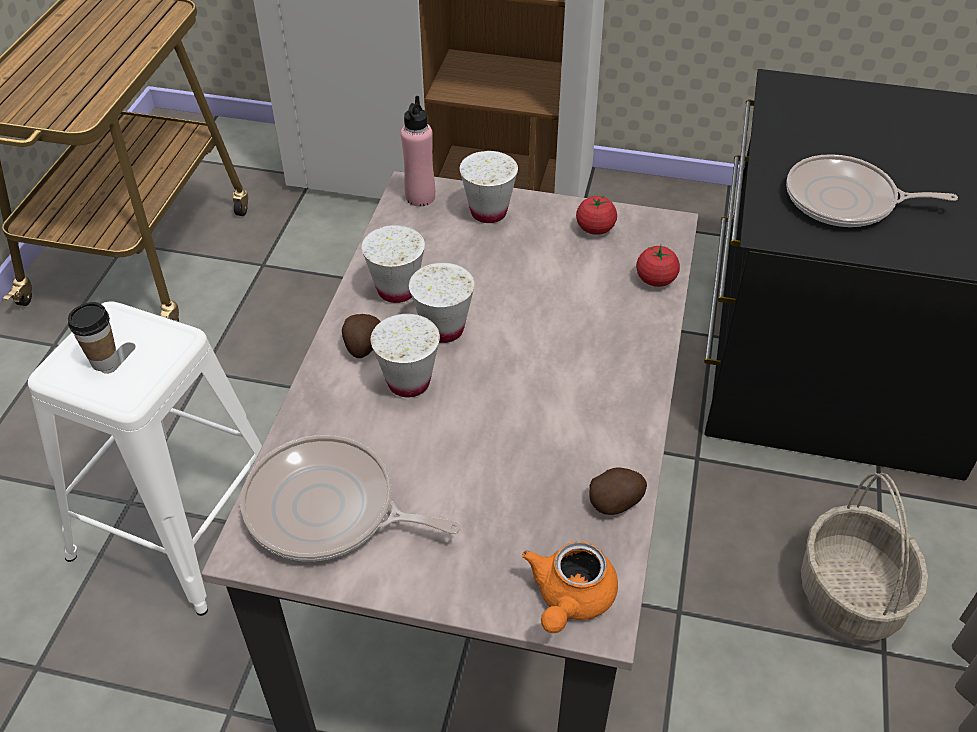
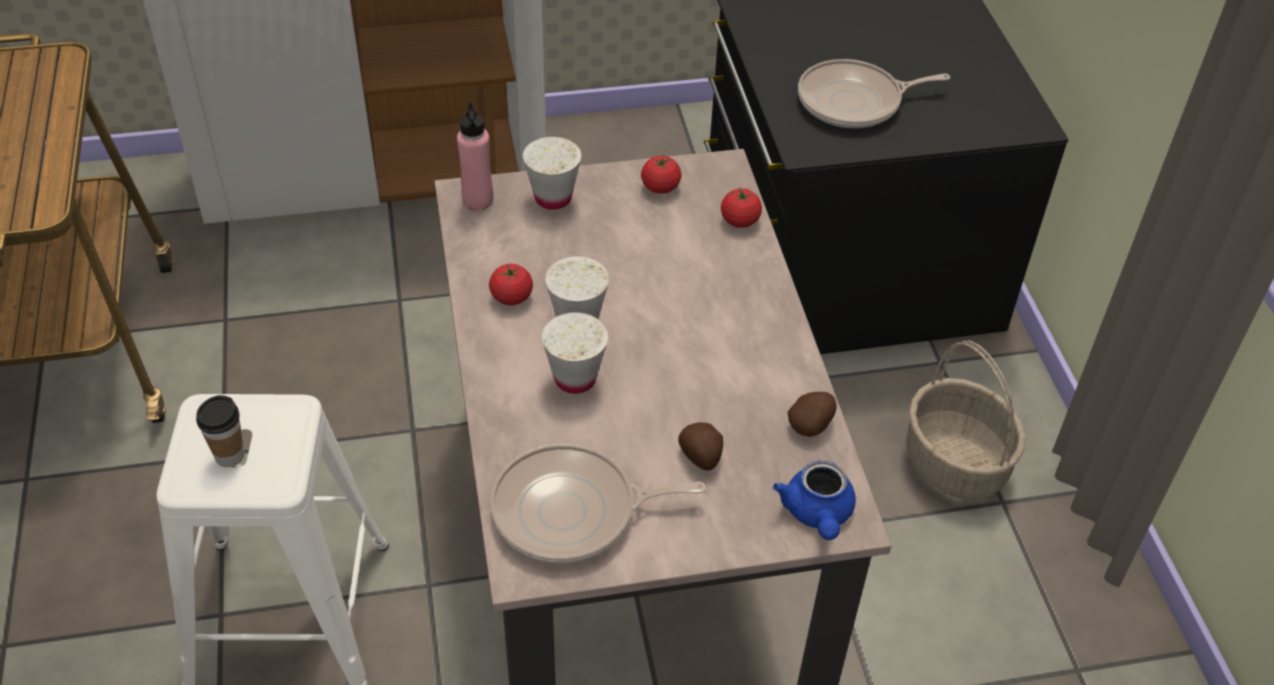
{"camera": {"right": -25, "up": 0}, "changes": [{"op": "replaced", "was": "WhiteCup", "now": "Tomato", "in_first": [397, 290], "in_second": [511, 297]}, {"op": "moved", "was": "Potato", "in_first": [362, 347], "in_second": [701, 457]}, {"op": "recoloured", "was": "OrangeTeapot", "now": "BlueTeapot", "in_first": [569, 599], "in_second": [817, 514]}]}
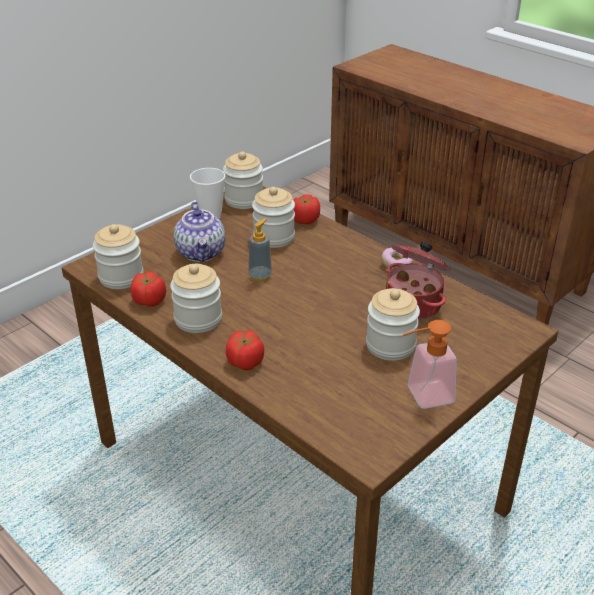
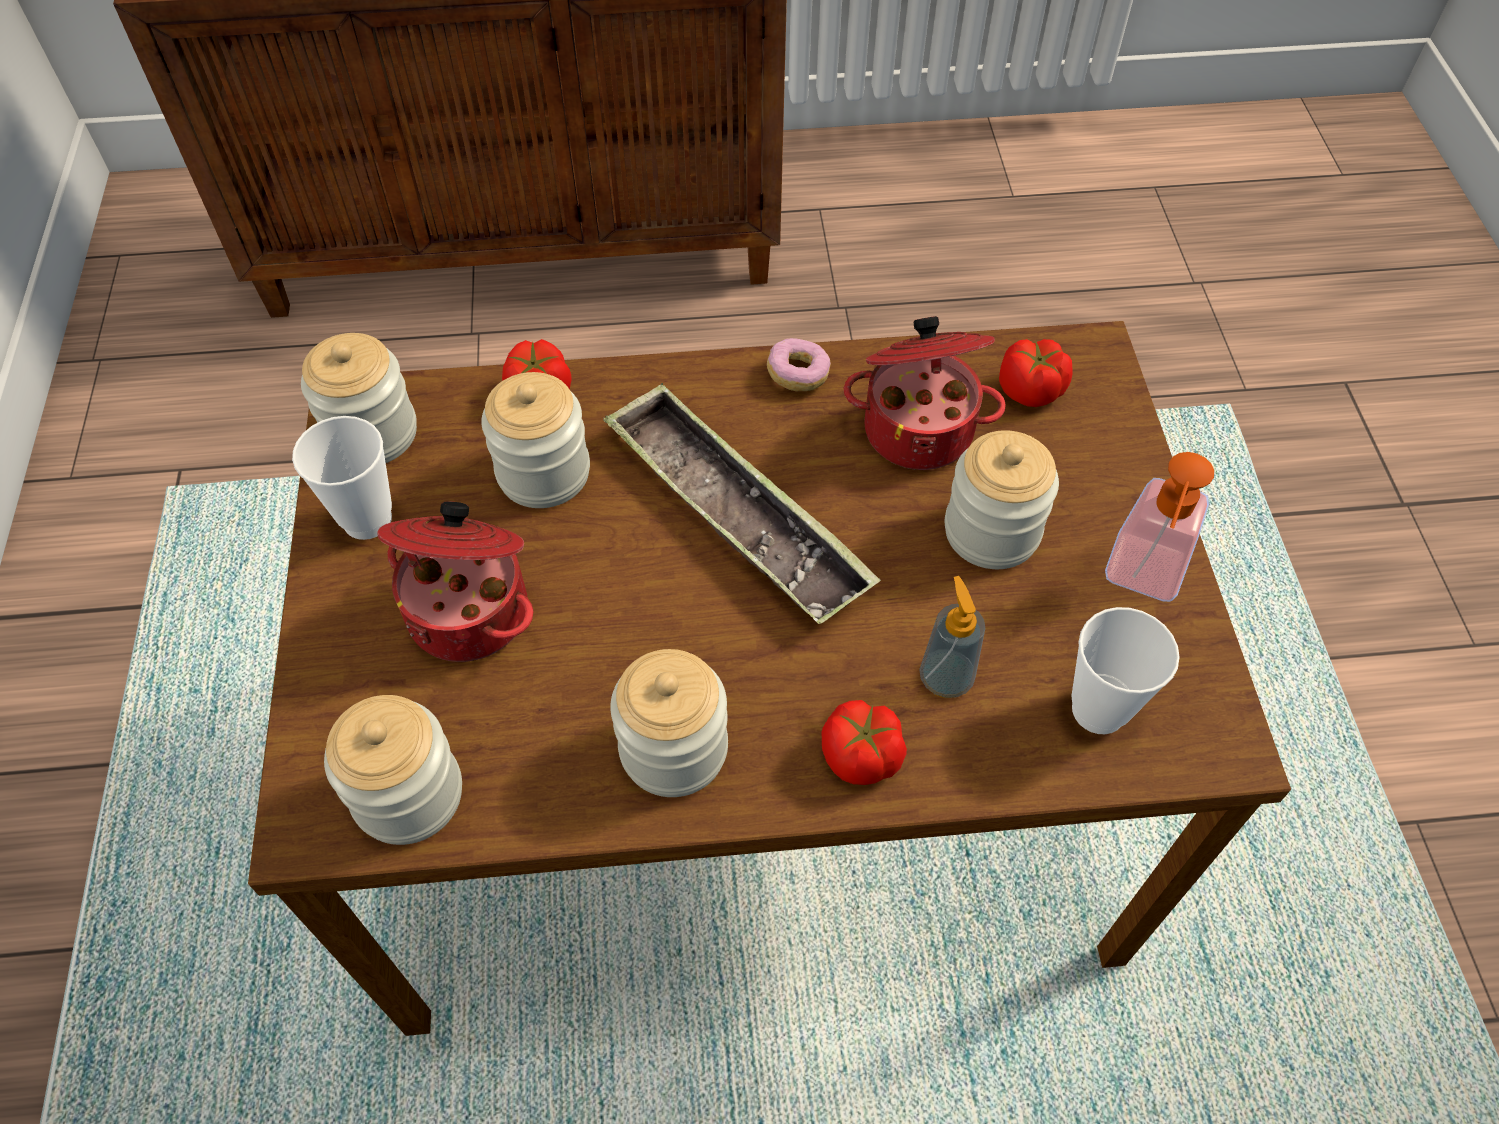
{"camera": {"right": -50, "up": 20}, "changes": [{"op": "replaced", "was": "Teapot", "now": "CookingPot", "in_first": [201, 253], "in_second": [472, 610]}, {"op": "added", "now": "Tray", "in_second": [735, 512]}, {"op": "moved", "was": "SoapDispenser", "in_first": [260, 276], "in_second": [945, 678]}, {"op": "moved", "was": "Tomato", "in_first": [149, 301], "in_second": [1030, 390]}, {"op": "added", "now": "Cup", "in_second": [1098, 710]}]}
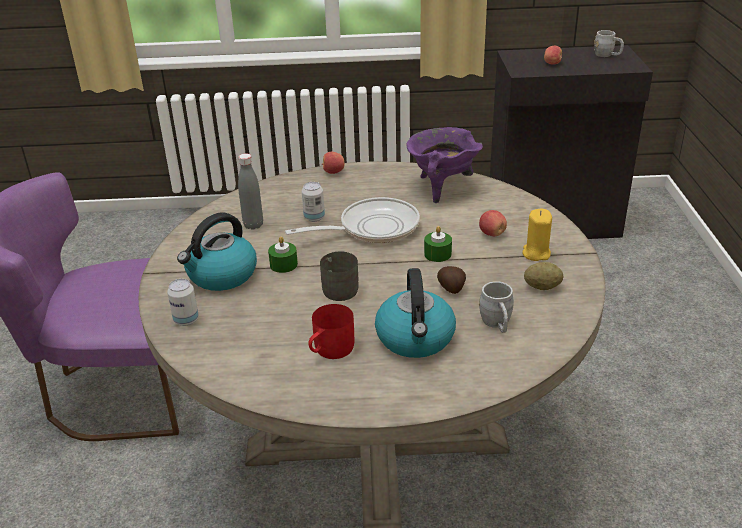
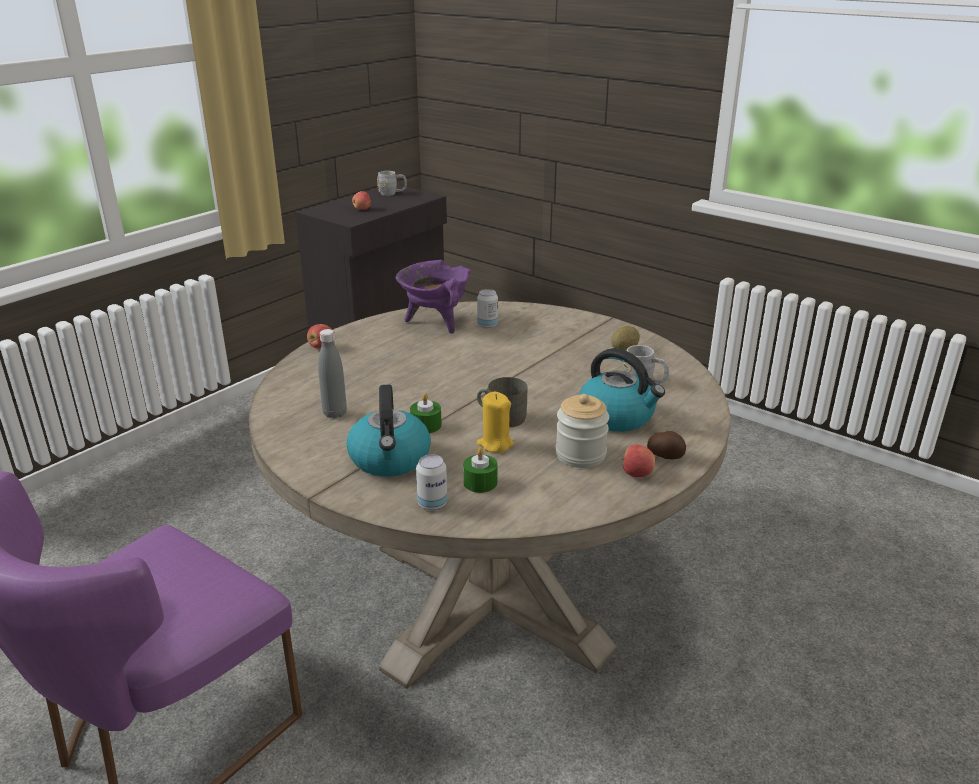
{"camera": {"right": -50, "up": -5}, "changes": [{"op": "moved", "was": "GreenCandle", "in_first": [437, 254], "in_second": [480, 482]}, {"op": "moved", "was": "Can", "in_first": [314, 218], "in_second": [487, 325]}, {"op": "moved", "was": "YellowCandle", "in_first": [536, 253], "in_second": [495, 444]}, {"op": "replaced", "was": "RedMug", "now": "Jar", "in_first": [329, 349], "in_second": [580, 455]}, {"op": "moved", "was": "Apple", "in_first": [492, 234], "in_second": [636, 474]}, {"op": "moved", "was": "Potato", "in_first": [451, 288], "in_second": [665, 456]}, {"op": "removed", "was": "FryingPan", "in_first": [372, 228]}]}
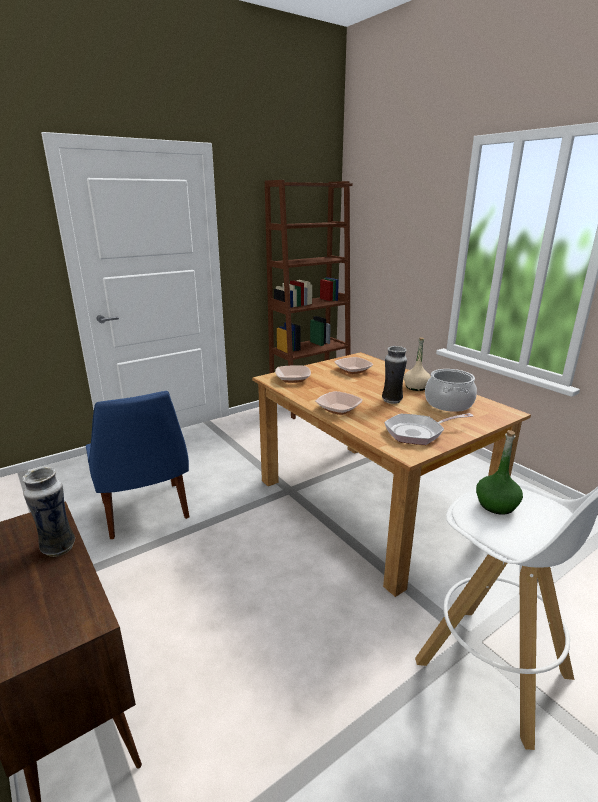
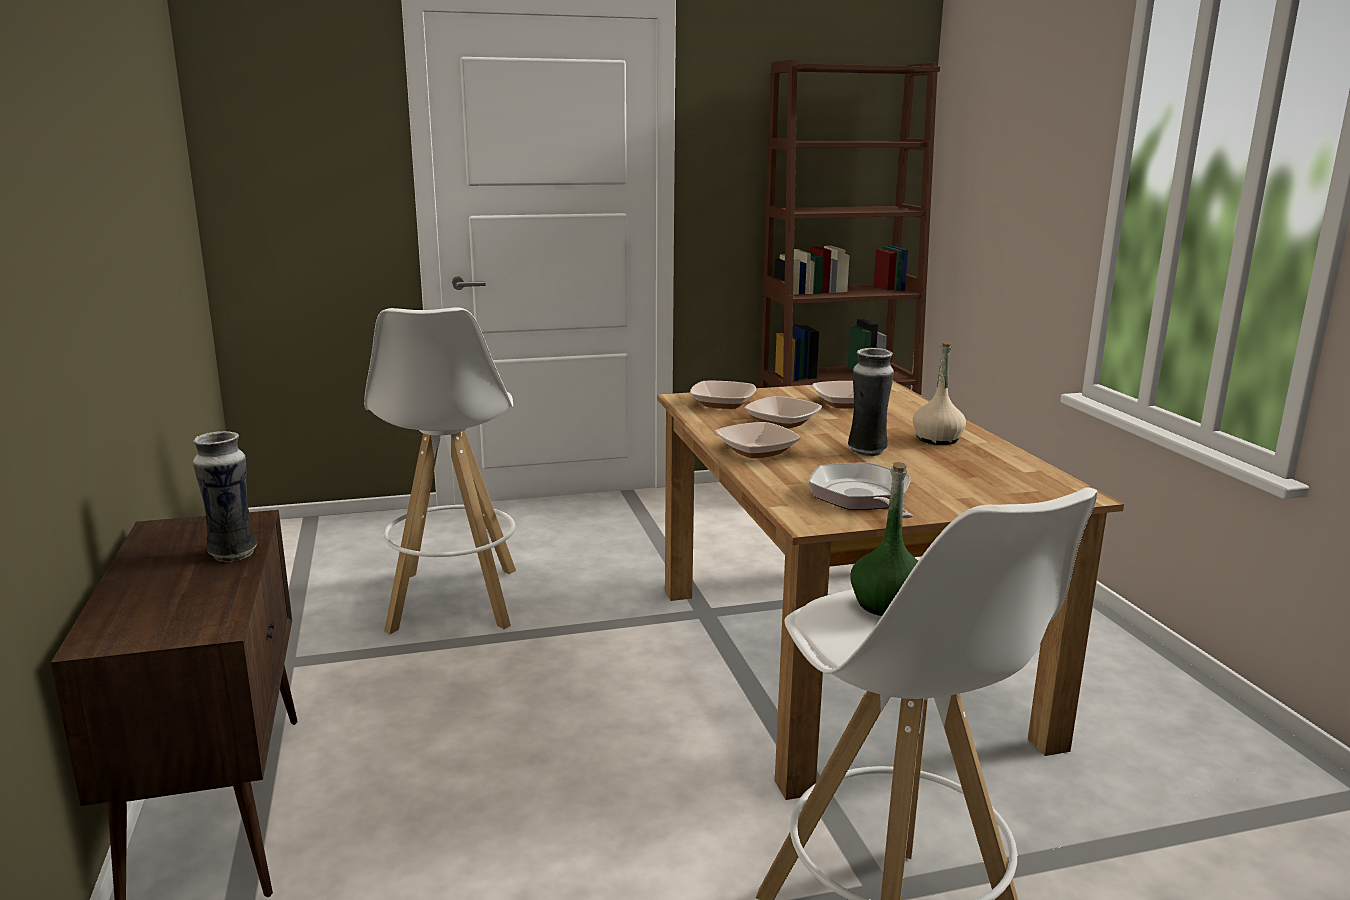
{"camera": {"right": 20, "up": -5}, "changes": [{"op": "replaced", "was": "BlueChair", "now": "WhiteStool", "in_first": [145, 512], "in_second": [453, 600]}, {"op": "added", "now": "Bowl", "in_second": [782, 422]}, {"op": "turned", "was": "FryingPan", "in_first": [418, 433], "in_second": [862, 498], "clockwise": 75}, {"op": "removed", "was": "CookingPot", "in_first": [449, 403]}]}
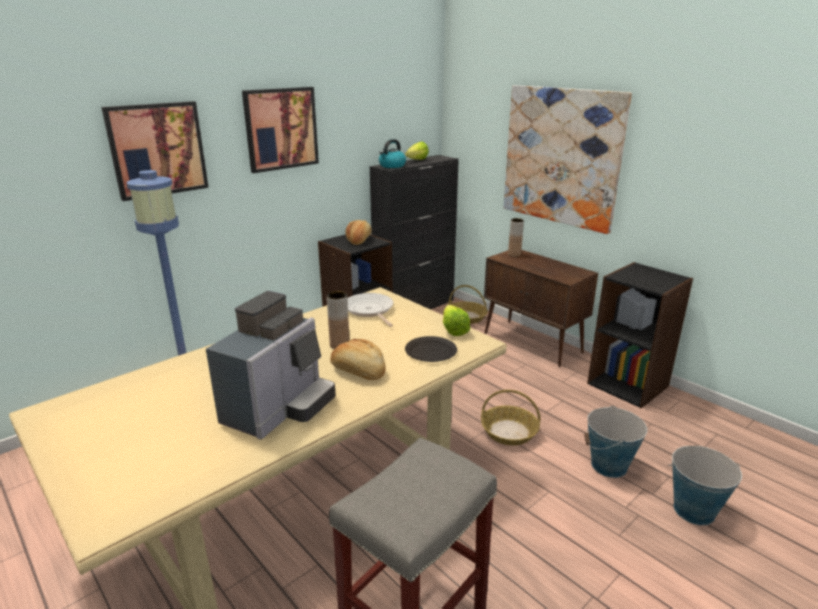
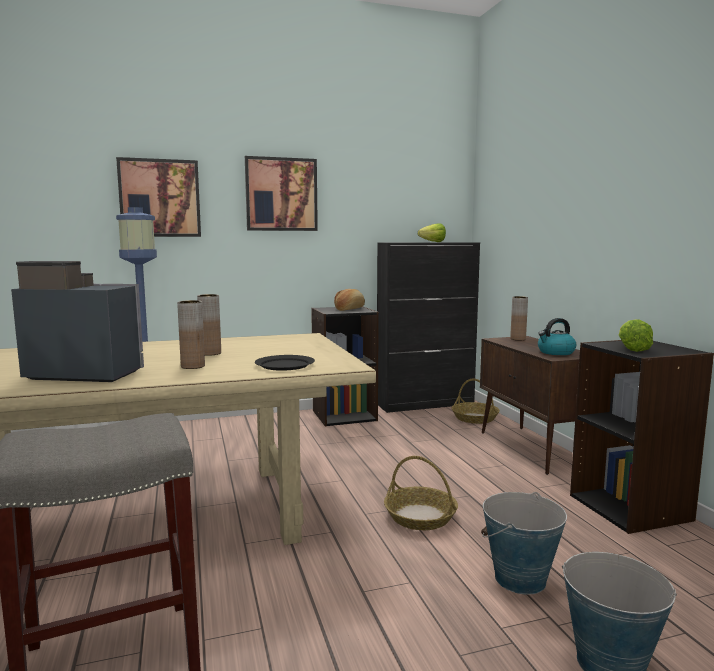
{"camera": {"right": 25, "up": -15}, "changes": [{"op": "turned", "was": "CoffeeMachine", "in_first": [279, 408], "in_second": [84, 374], "clockwise": -135}, {"op": "replaced", "was": "Bread", "now": "BrownVase", "in_first": [358, 371], "in_second": [193, 366]}, {"op": "moved", "was": "Kettle", "in_first": [392, 166], "in_second": [555, 352]}, {"op": "moved", "was": "Lettuce", "in_first": [453, 328], "in_second": [632, 348]}, {"op": "removed", "was": "FryingPan", "in_first": [369, 310]}, {"op": "removed", "was": "Picture", "in_first": [561, 157]}]}
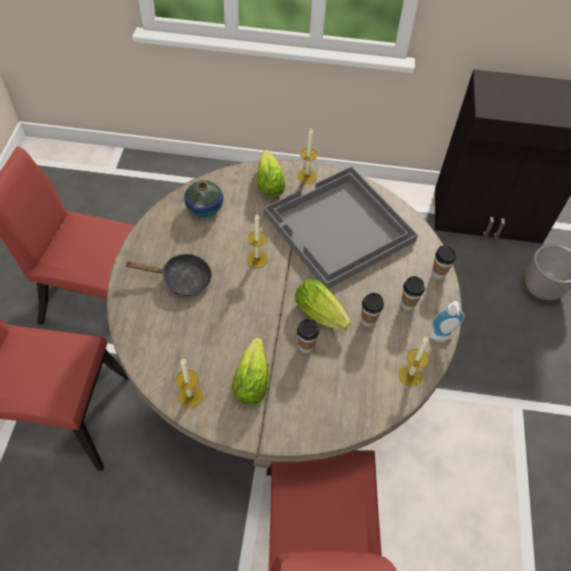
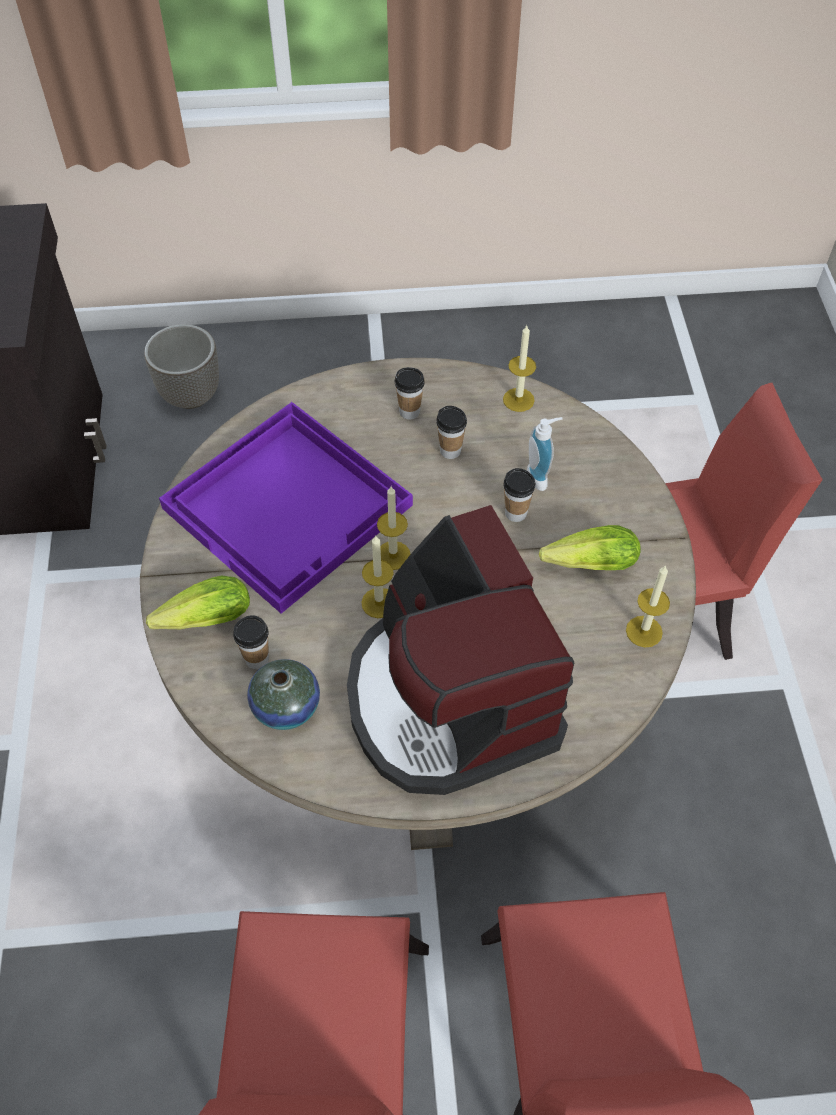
{"camera": {"right": -100, "up": 0}, "changes": [{"op": "recoloured", "was": "GreyTray", "now": "PurpleTray", "in_first": [338, 229], "in_second": [290, 507]}, {"op": "moved", "was": "Cup", "in_first": [438, 274], "in_second": [257, 658]}, {"op": "replaced", "was": "BlackFryingPan", "now": "CoffeeMachine", "in_first": [181, 279], "in_second": [449, 700]}, {"op": "moved", "was": "Candle", "in_first": [307, 176], "in_second": [393, 555]}, {"op": "moved", "was": "SoapDispenser", "in_first": [441, 338], "in_second": [540, 477]}, {"op": "removed", "was": "Lettuce", "in_first": [322, 315]}]}
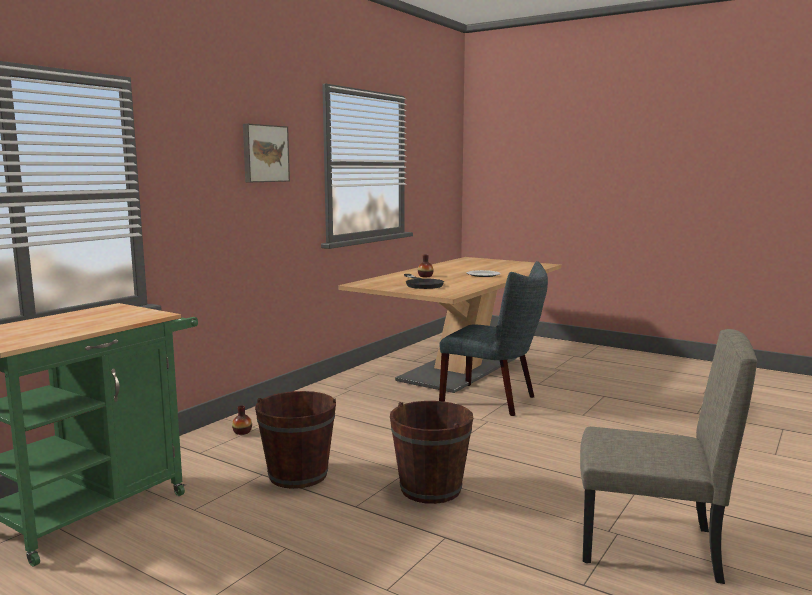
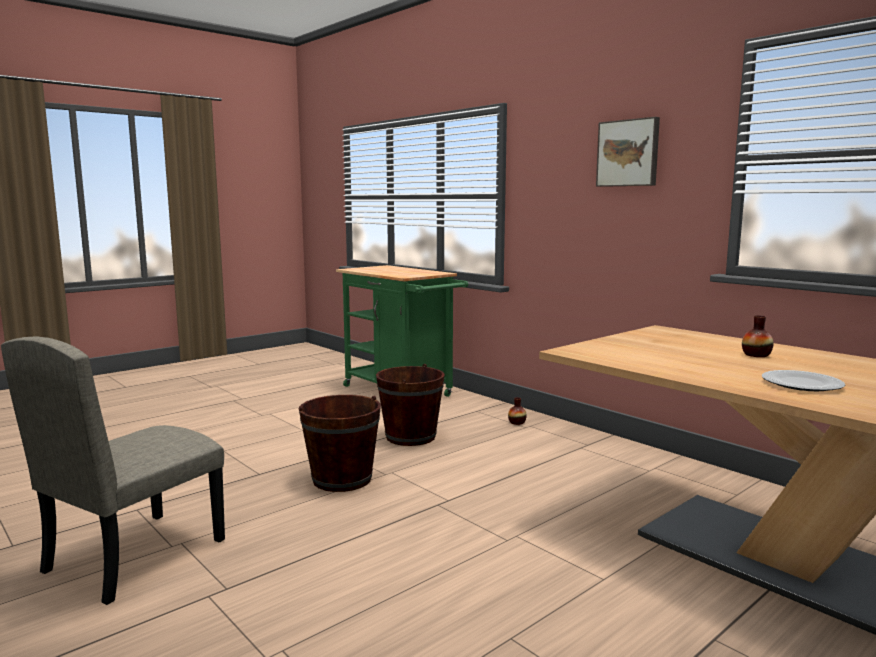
{"camera": {"right": 105, "up": 0}, "changes": [{"op": "removed", "was": "BlackFryingPan", "in_first": [422, 284]}, {"op": "removed", "was": "GreyChair", "in_first": [494, 400]}]}
